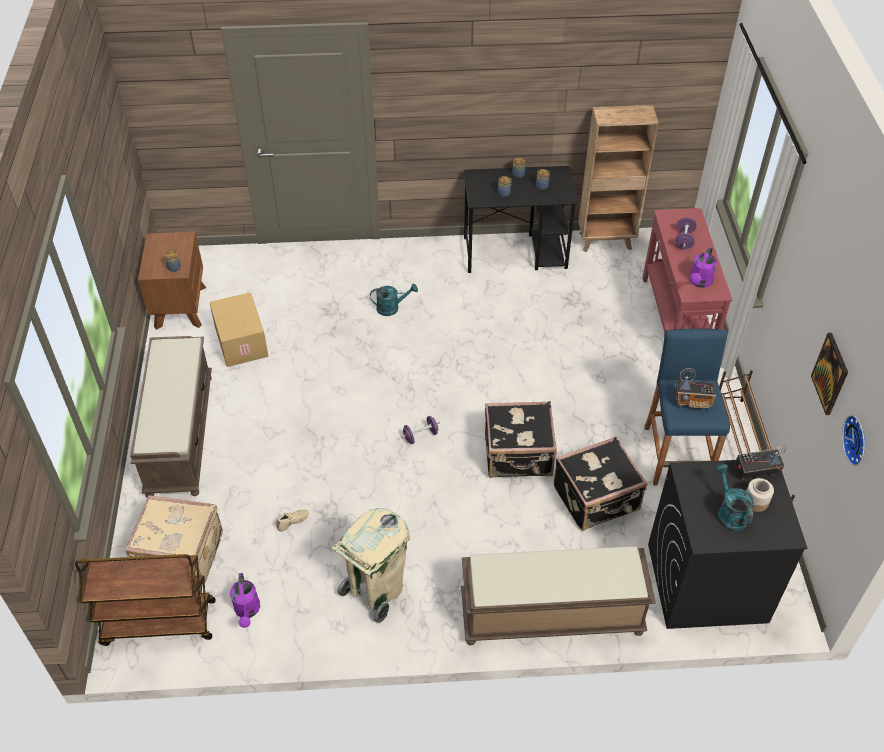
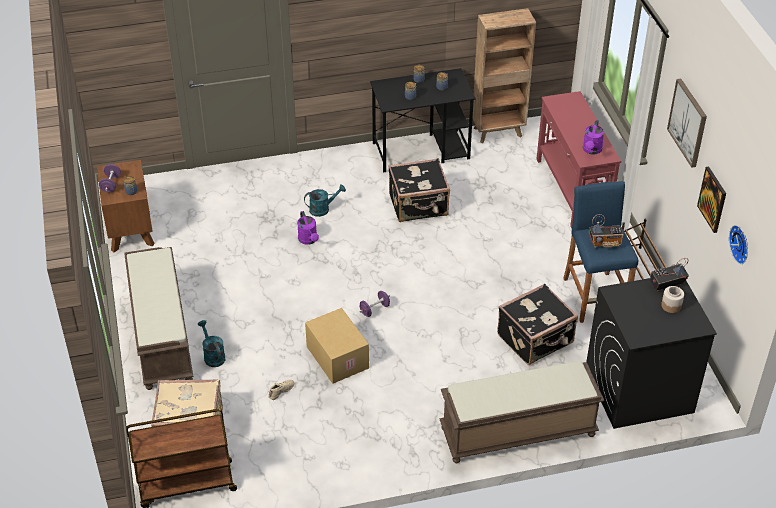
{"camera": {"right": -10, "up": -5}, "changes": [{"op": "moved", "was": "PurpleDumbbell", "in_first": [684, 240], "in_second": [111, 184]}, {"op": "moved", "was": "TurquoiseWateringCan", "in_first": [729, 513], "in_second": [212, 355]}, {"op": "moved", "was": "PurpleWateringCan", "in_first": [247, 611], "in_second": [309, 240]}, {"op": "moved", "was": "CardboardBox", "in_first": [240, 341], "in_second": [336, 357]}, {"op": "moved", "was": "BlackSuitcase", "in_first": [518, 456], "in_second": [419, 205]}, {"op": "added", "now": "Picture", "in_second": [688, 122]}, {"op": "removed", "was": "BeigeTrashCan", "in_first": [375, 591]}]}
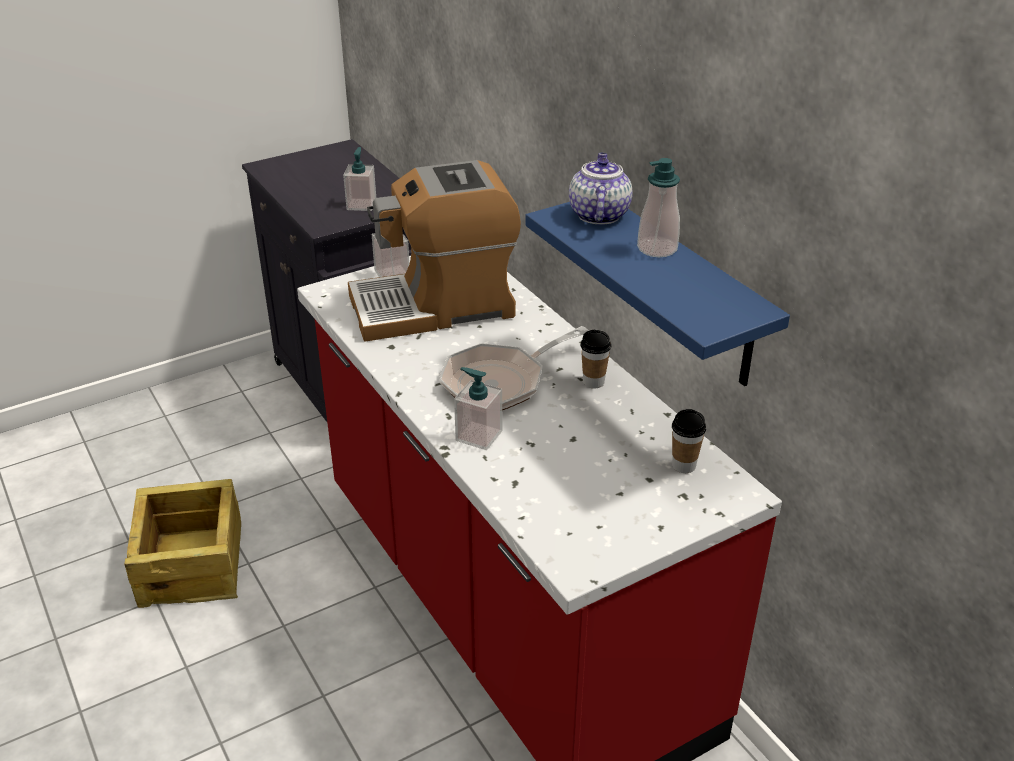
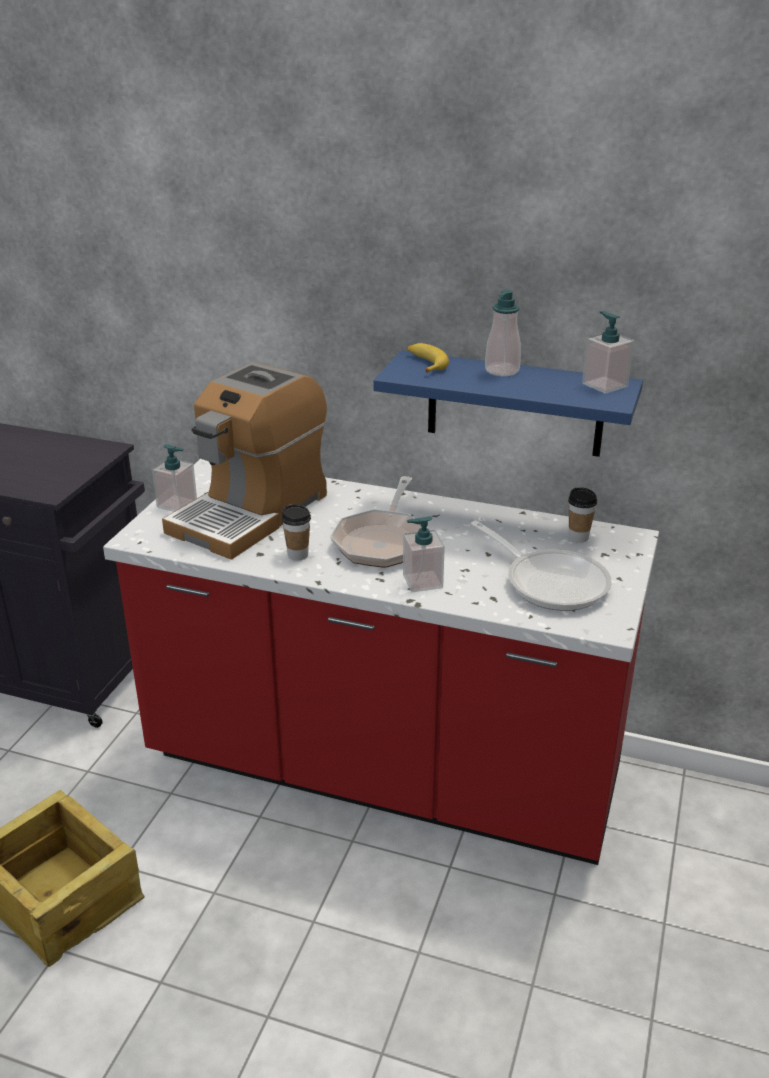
{"camera": {"right": -40, "up": -5}, "changes": [{"op": "moved", "was": "Cup", "in_first": [593, 382], "in_second": [298, 555]}, {"op": "replaced", "was": "Teapot", "now": "Banana", "in_first": [598, 214], "in_second": [425, 364]}, {"op": "added", "now": "FryingPan", "in_second": [550, 582]}, {"op": "moved", "was": "SoapDispenser", "in_first": [361, 204], "in_second": [604, 385]}]}
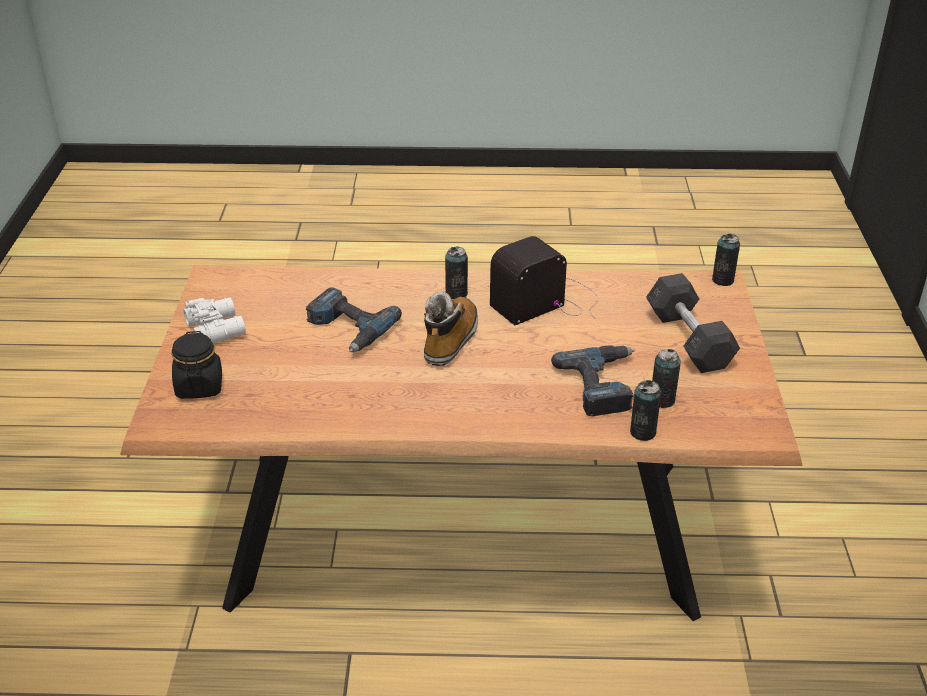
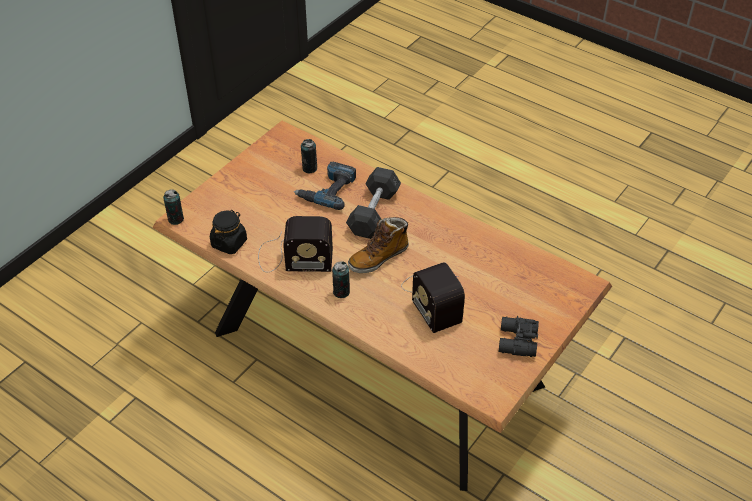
{"camera": {"right": -145, "up": 10}, "changes": [{"op": "moved", "was": "BlackJar", "in_first": [199, 387], "in_second": [229, 243]}, {"op": "moved", "was": "GreyDumbbell", "in_first": [688, 339], "in_second": [374, 212]}, {"op": "replaced", "was": "PowerDrill", "now": "Radio", "in_first": [348, 328], "in_second": [432, 298]}, {"op": "recoloured", "was": "WhiteBinoculars", "now": "BlackBinoculars", "in_first": [216, 328], "in_second": [516, 342]}, {"op": "removed", "was": "Can", "in_first": [642, 432]}]}
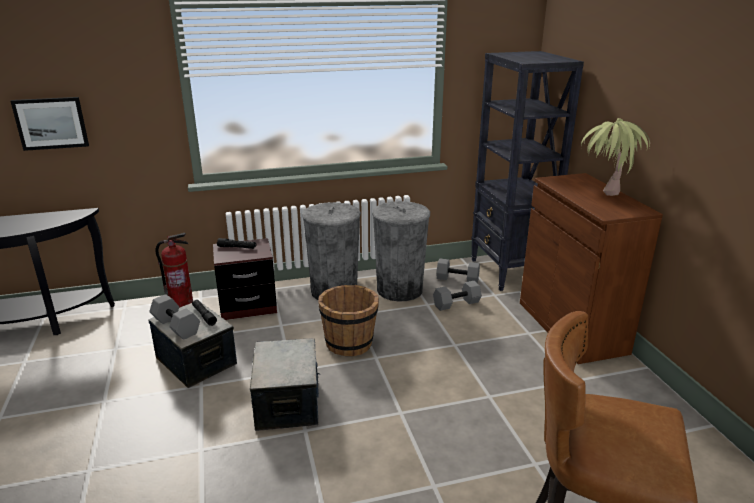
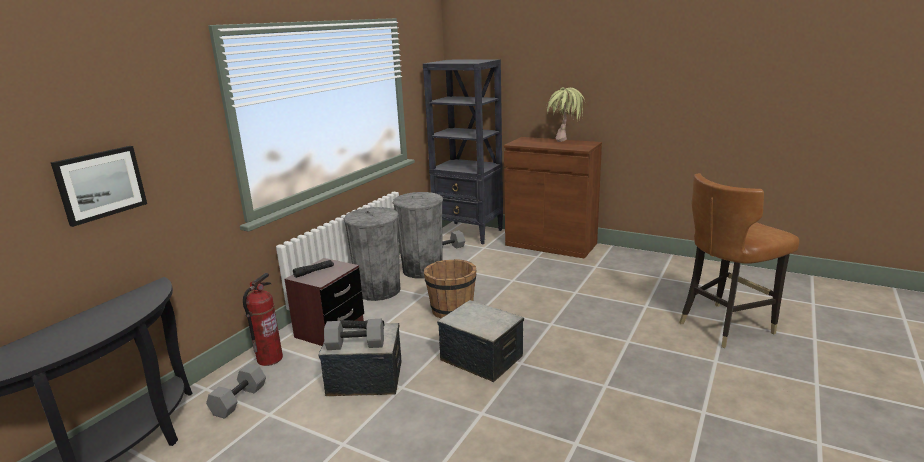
{"camera": {"right": -45, "up": -5}, "changes": [{"op": "moved", "was": "GreyDumbbell", "in_first": [456, 304], "in_second": [239, 400]}]}
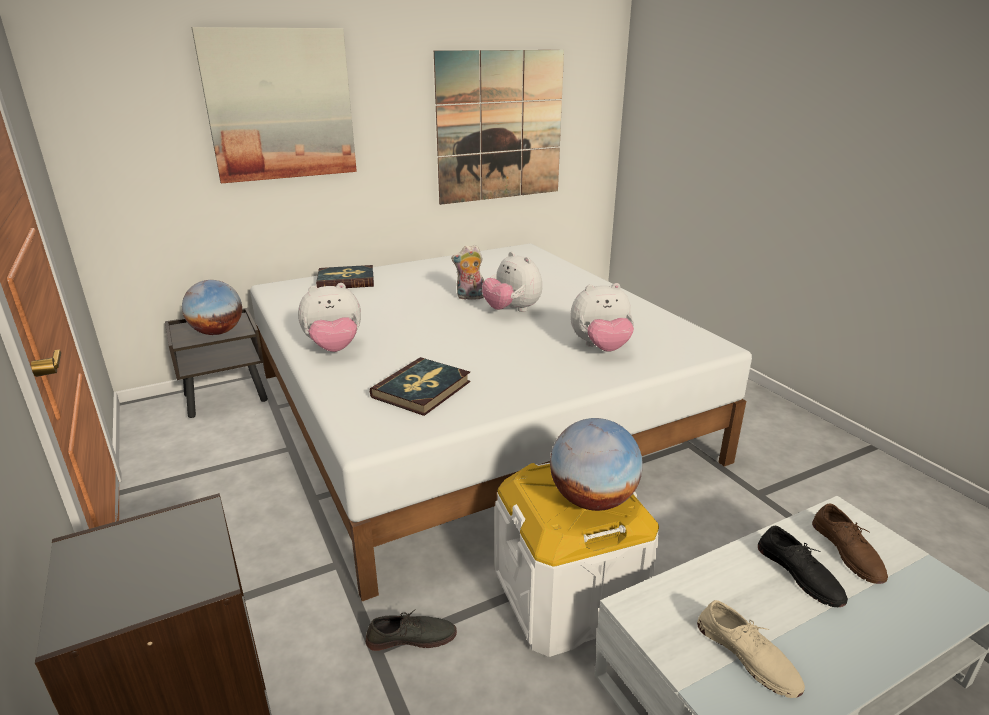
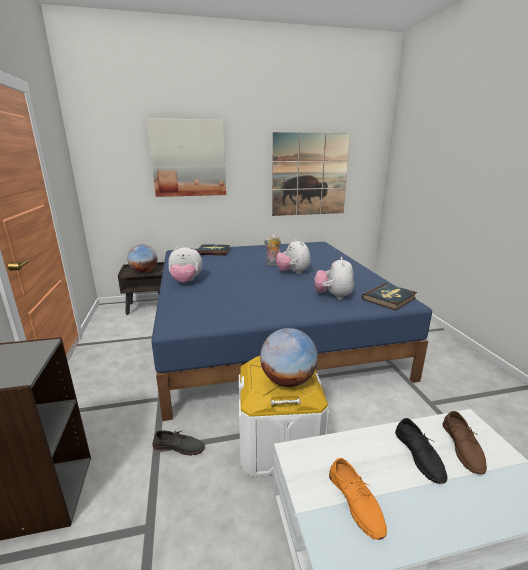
{"camera": {"right": 15, "up": -5}, "changes": [{"op": "recoloured", "was": "WhiteBed", "now": "BlueBed", "in_first": [473, 414], "in_second": [269, 331]}, {"op": "turned", "was": "PlushToy", "in_first": [600, 348], "in_second": [333, 296], "clockwise": 90}, {"op": "recoloured", "was": "BeigeShoe", "now": "OrangeShoe", "in_first": [748, 655], "in_second": [356, 501]}, {"op": "moved", "was": "Book", "in_first": [422, 389], "in_second": [389, 298]}]}
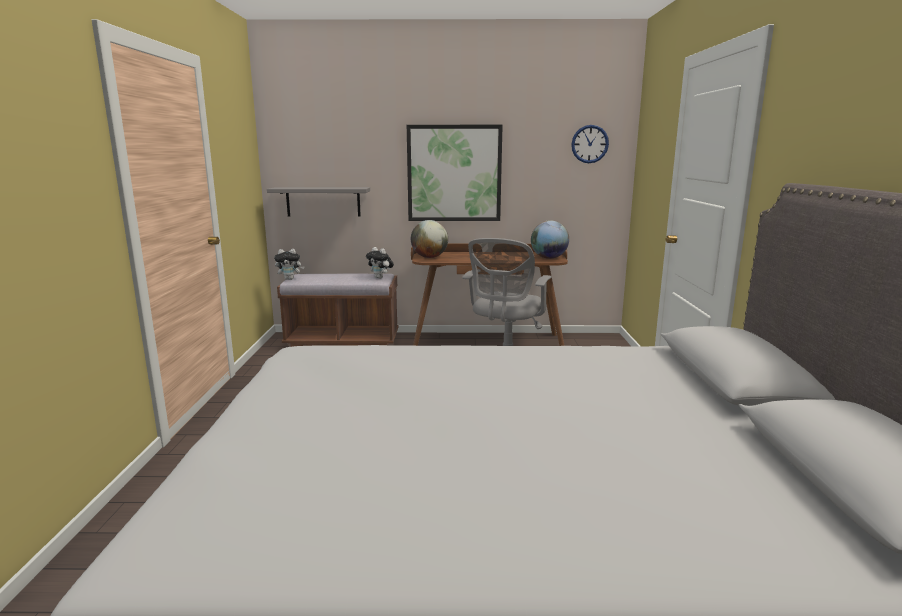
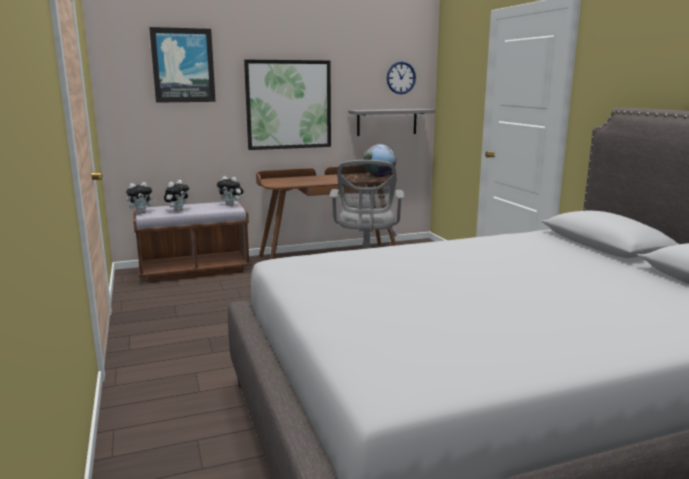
{"camera": {"right": -20, "up": 0}, "changes": [{"op": "added", "now": "Picture", "in_second": [183, 65]}, {"op": "added", "now": "PlushToy", "in_second": [178, 210]}, {"op": "moved", "was": "GreyShelf", "in_first": [323, 201], "in_second": [387, 122]}, {"op": "removed", "was": "Globe", "in_first": [429, 257]}]}
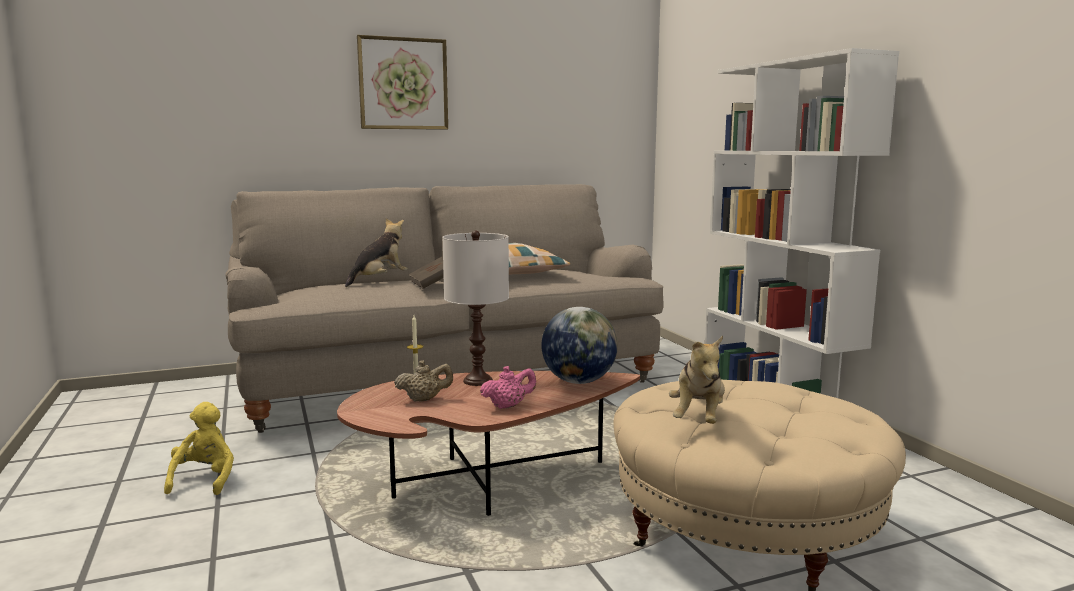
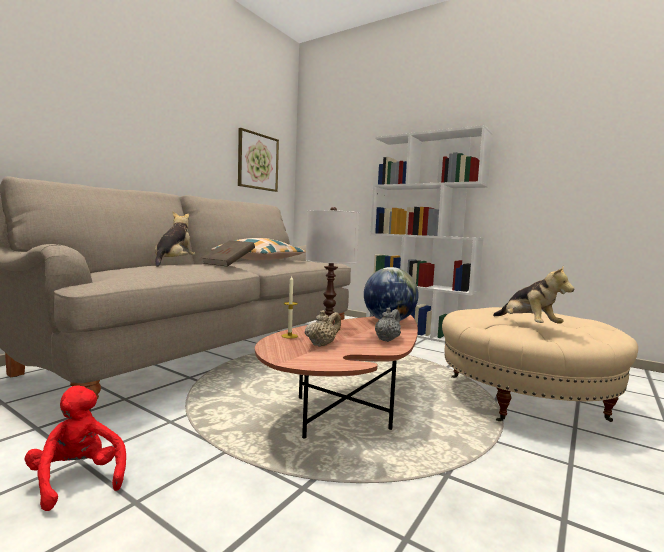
{"camera": {"right": -35, "up": -5}, "changes": [{"op": "recoloured", "was": "YellowPlushToy", "now": "RedPlushToy", "in_first": [204, 480], "in_second": [78, 479]}, {"op": "moved", "was": "Picture", "in_first": [403, 84], "in_second": [258, 161]}, {"op": "recoloured", "was": "PinkTeapot", "now": "GreyTeapot", "in_first": [508, 406], "in_second": [387, 339]}]}
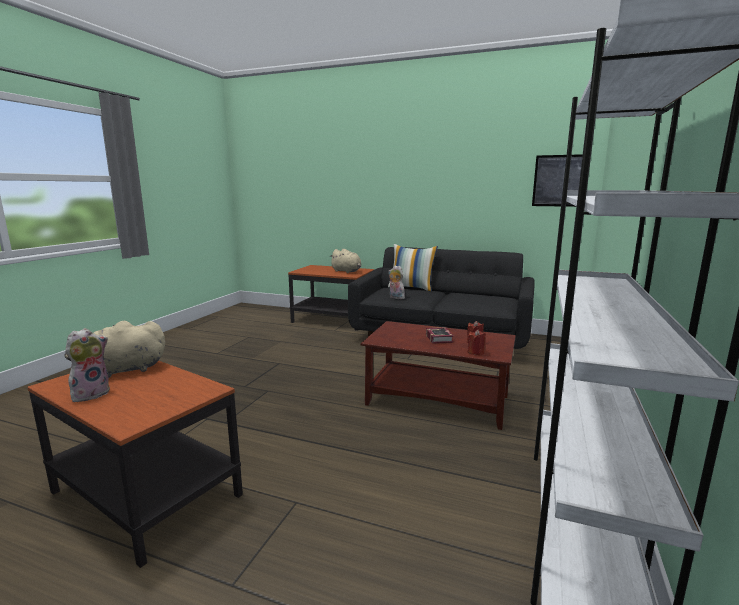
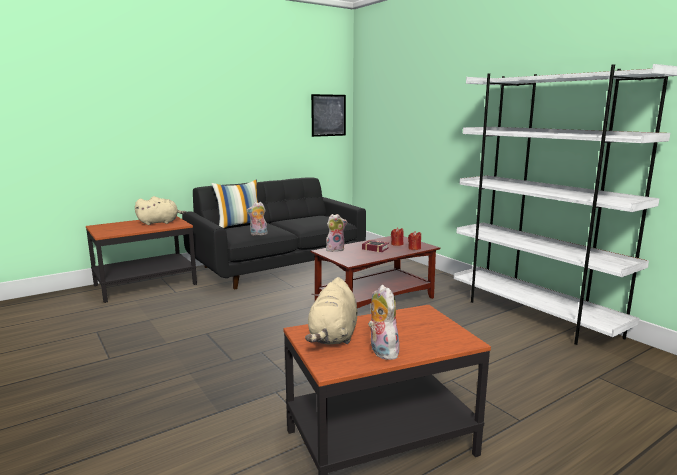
{"camera": {"right": -55, "up": 0}, "changes": [{"op": "added", "now": "PlushToy", "in_second": [335, 249]}]}
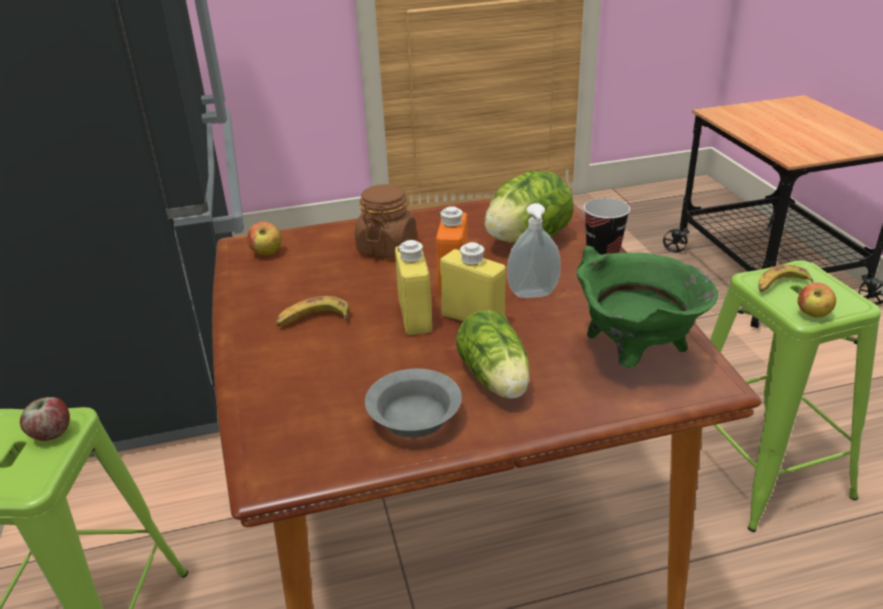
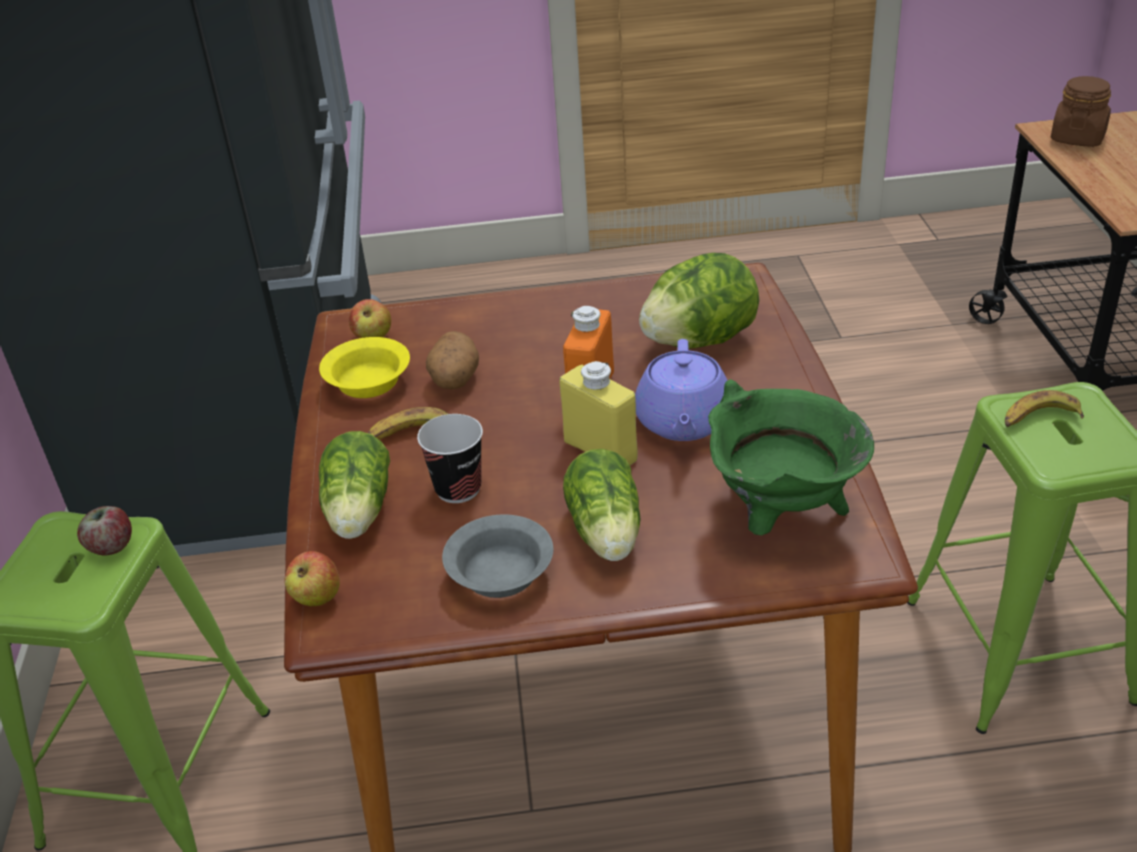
{"camera": {"right": 10, "up": 5}, "changes": [{"op": "moved", "was": "Apple", "in_first": [813, 314], "in_second": [317, 597]}, {"op": "added", "now": "YellowBowl", "in_second": [366, 384]}, {"op": "added", "now": "Lettuce", "in_second": [358, 513]}, {"op": "moved", "was": "Cup", "in_first": [603, 252], "in_second": [458, 489]}, {"op": "added", "now": "Potato", "in_second": [454, 381]}, {"op": "replaced", "was": "SoapDispenser", "now": "PurpleTeapot", "in_first": [533, 295], "in_second": [683, 422]}, {"op": "moved", "was": "BrownJar", "in_first": [387, 247], "in_second": [1077, 138]}, {"op": "removed", "was": "YellowBottle", "in_first": [415, 317]}]}
